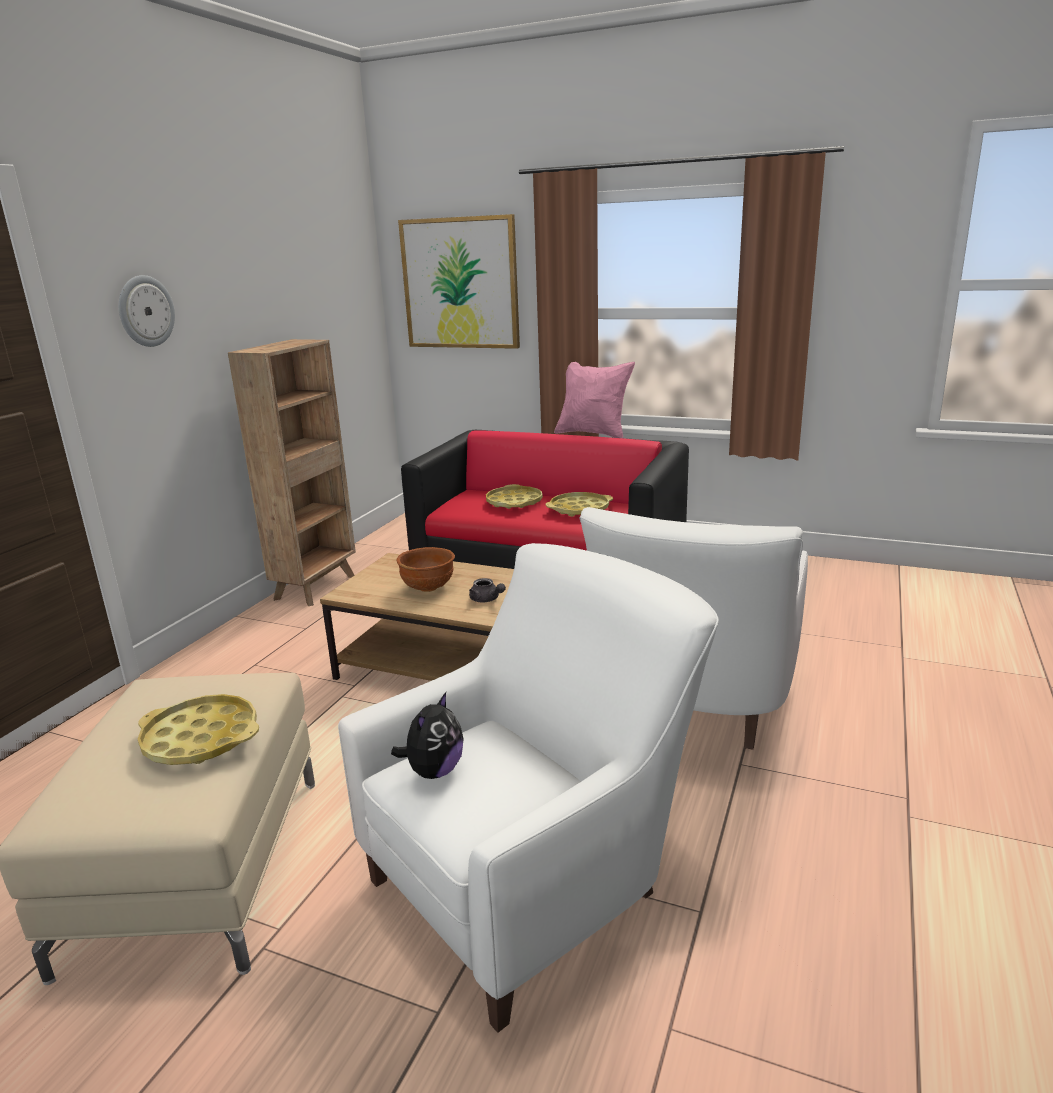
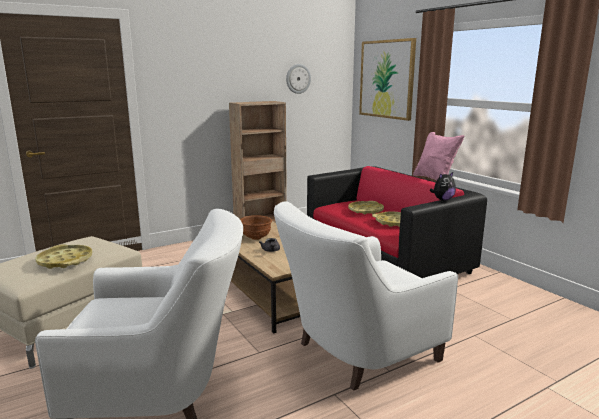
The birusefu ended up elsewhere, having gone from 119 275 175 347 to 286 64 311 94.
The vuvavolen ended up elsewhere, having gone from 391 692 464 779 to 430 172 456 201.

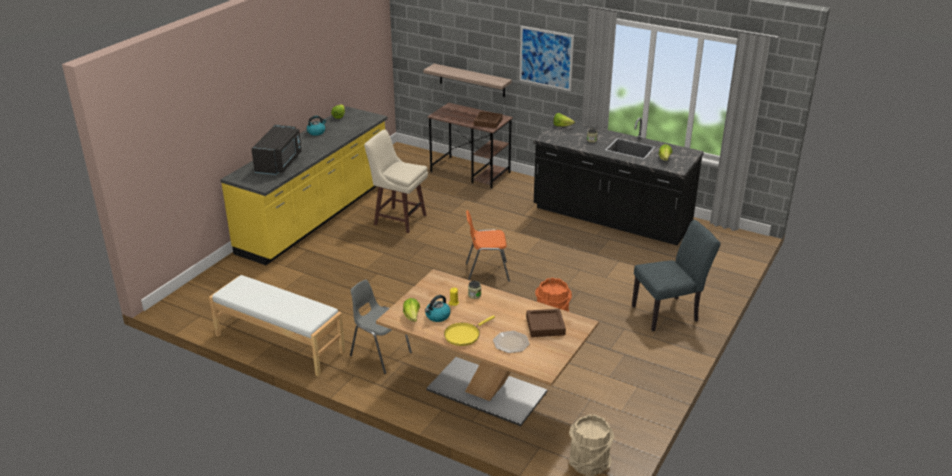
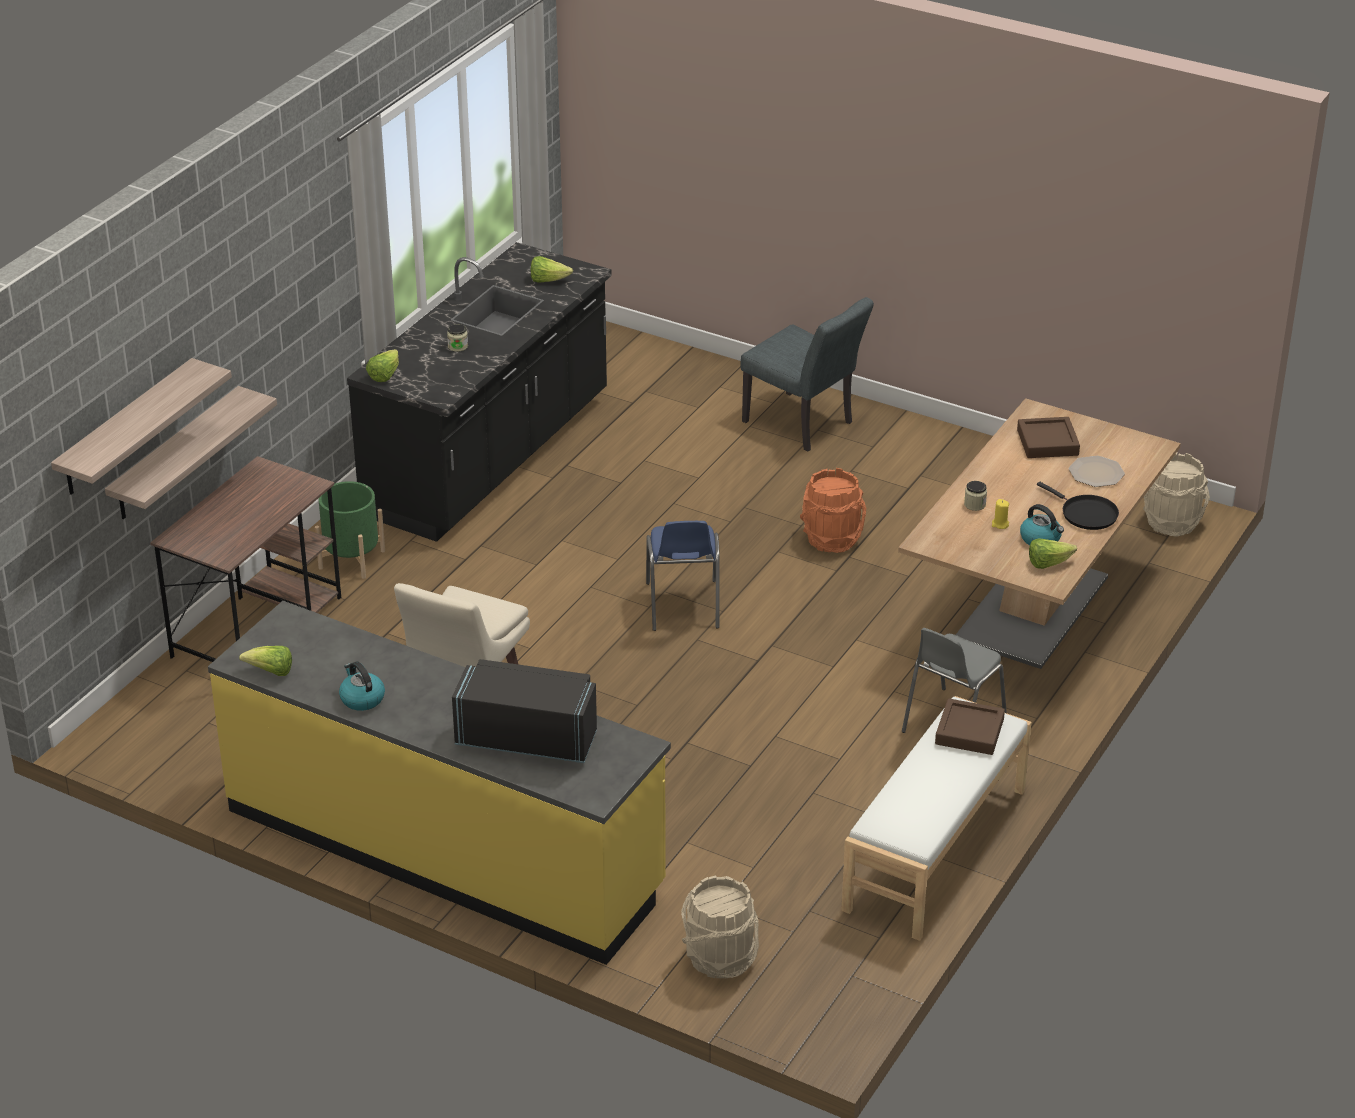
The second view lost the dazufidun at 519 26 574 91.
The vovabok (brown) ended up elsewhere, having gone from 474 111 503 128 to 935 698 1005 755.
What was the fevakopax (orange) at 466 210 510 282 turned into the fevakopax (blue) at 646 521 720 631.
The fevakopax (grey) at 632 220 721 331 ended up facing another way, 150 degrees clockwise from before.
What was the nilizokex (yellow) at 444 316 495 346 turned into the nilizokex (black) at 1037 482 1119 530.
The second view gained the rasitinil at 51 358 232 495.
The second view gained the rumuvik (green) at 315 481 385 579.
The second view gained the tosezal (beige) at 681 875 759 978.

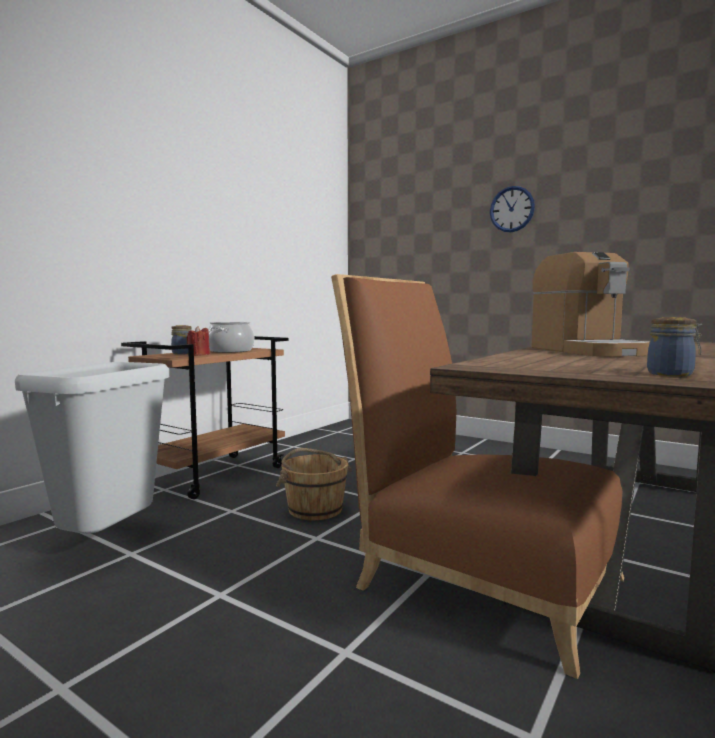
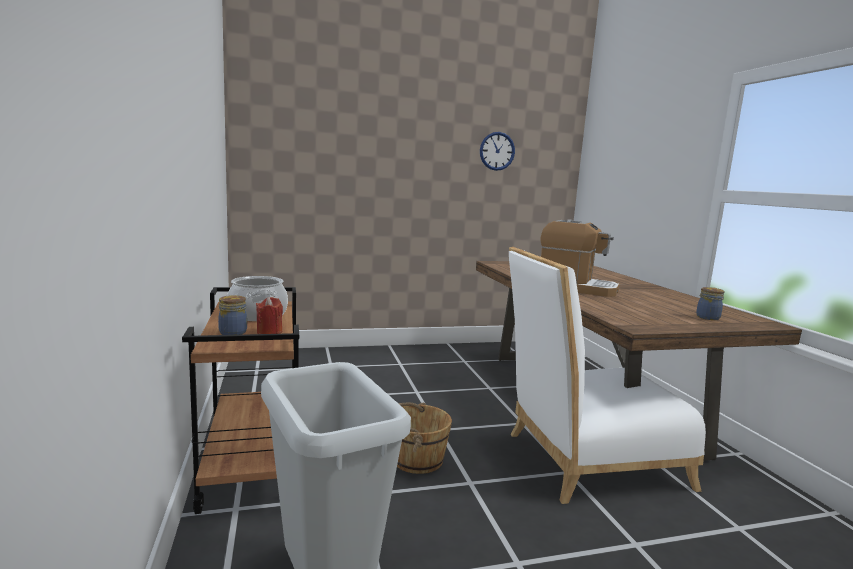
The birusefu ended up elsewhere, having gone from 490 186 535 232 to 480 132 515 171.
What was the fevakopax (brown) at 331 274 624 679 turned into the fevakopax (white) at 509 247 706 504.

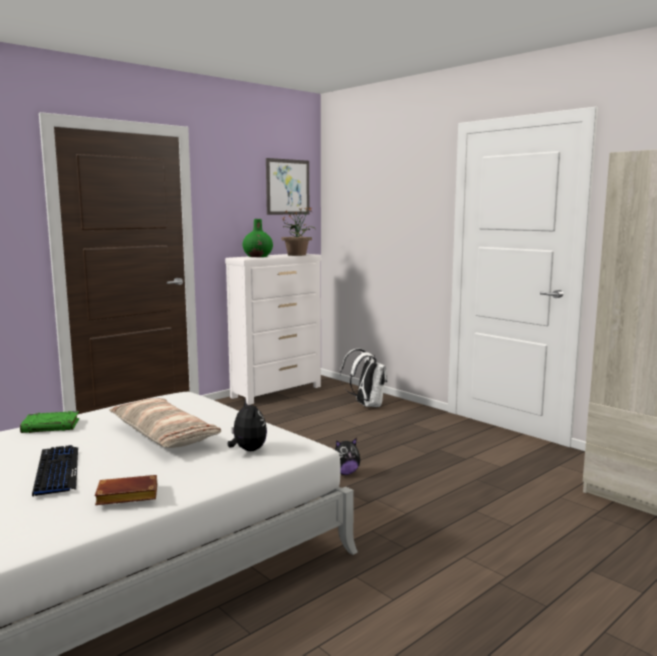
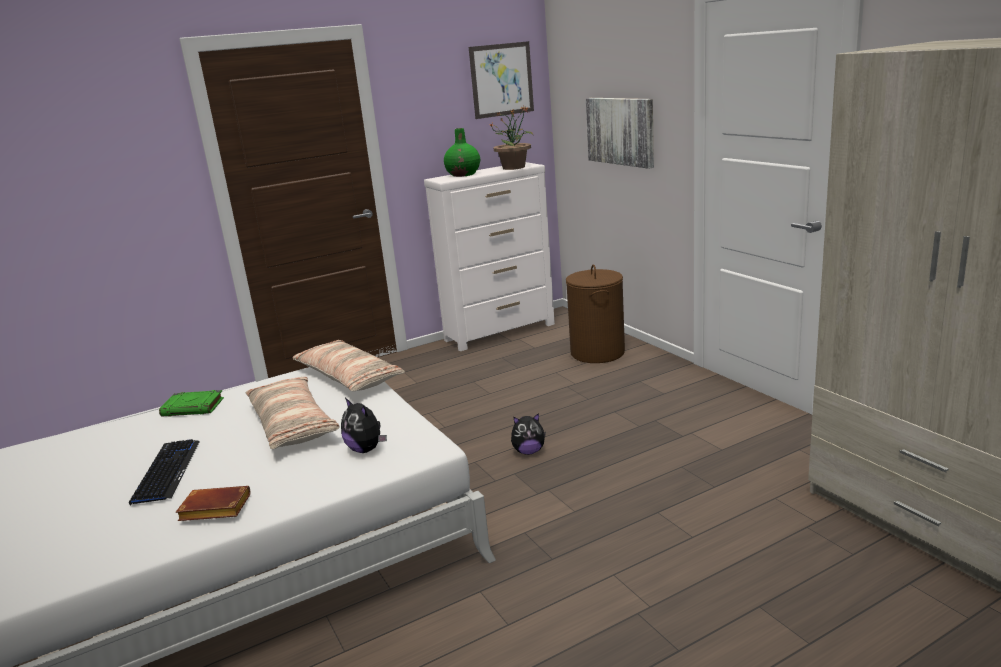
Where the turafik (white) stood at 340 348 387 407, the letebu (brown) came to stand at 566 264 625 363.
The vuvavolen at 228 399 267 451 ended up facing another way, 150 degrees clockwise from before.
The second view gained the dazufidun at 586 98 654 169.
The second view gained the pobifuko at 293 340 405 391.

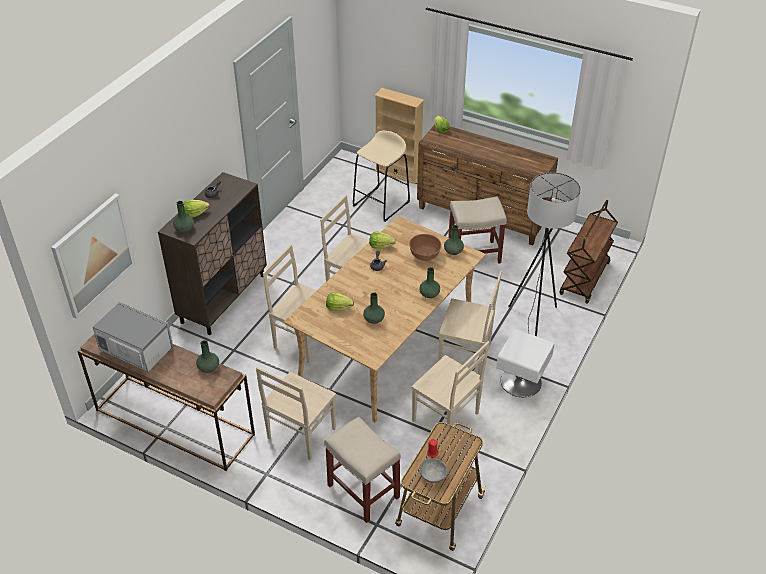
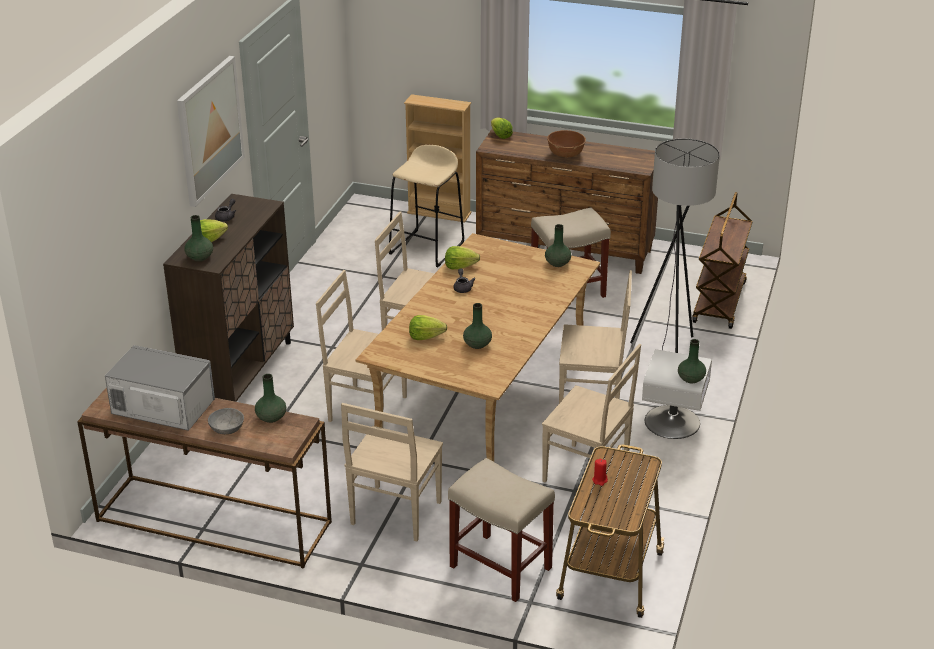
The dazufidun ended up elsewhere, having gone from 51 193 136 319 to 177 56 245 207.
The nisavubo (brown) ended up elsewhere, having gone from 409 234 442 261 to 547 130 586 158.
The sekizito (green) ended up elsewhere, having gone from 419 267 440 298 to 678 339 706 383.
The nisavubo (grey) ended up elsewhere, having gone from 420 458 447 483 to 208 408 244 434.

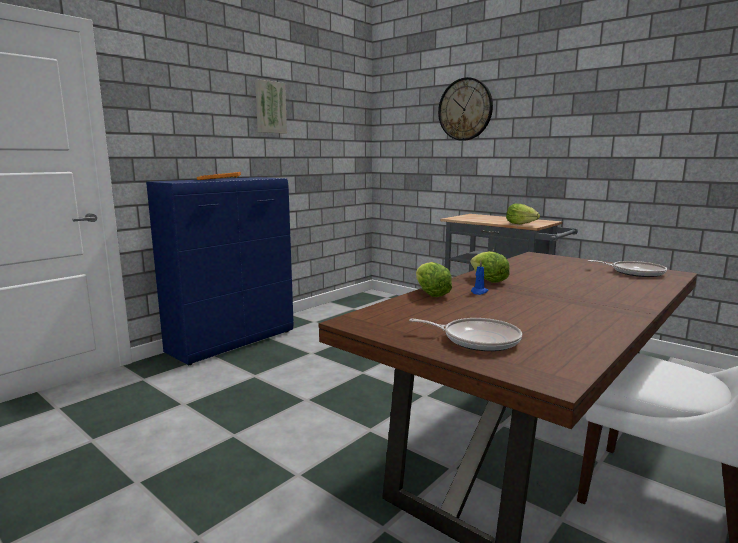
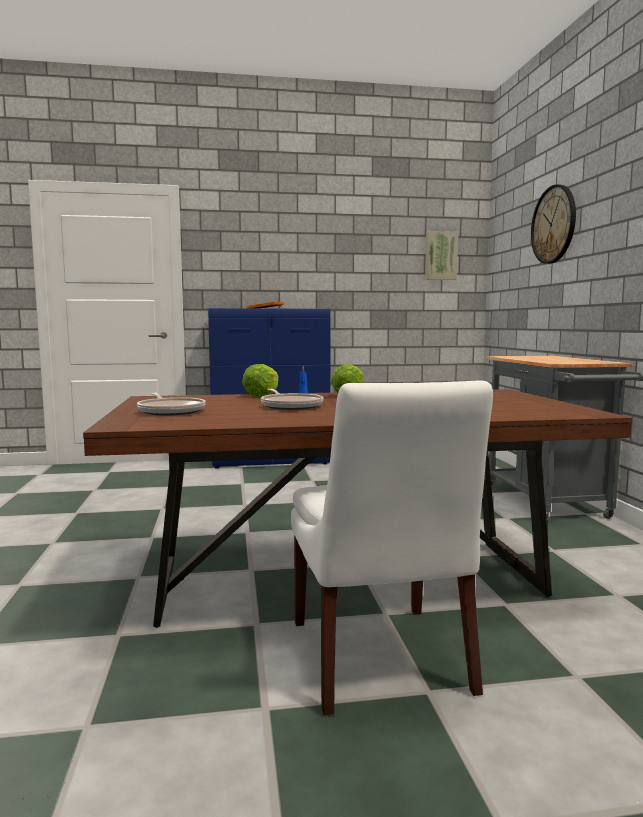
The dazufidun ended up elsewhere, having gone from 255 79 287 133 to 425 231 458 280.
The second view lost the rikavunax at 506 203 540 224.
The nilizokex ended up elsewhere, having gone from 587 260 667 277 to 261 389 323 410.

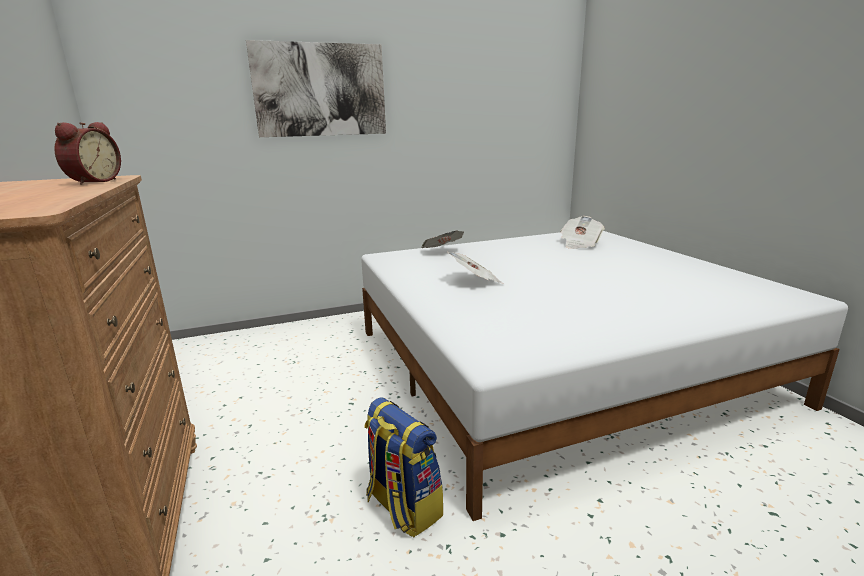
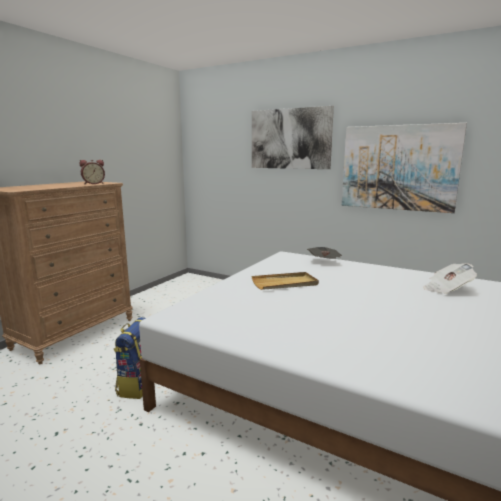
Where the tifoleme stood at 447 252 504 284, the vovabok (beige) came to stand at 252 272 319 290.
The second view gained the dazufidun at 342 123 467 213.

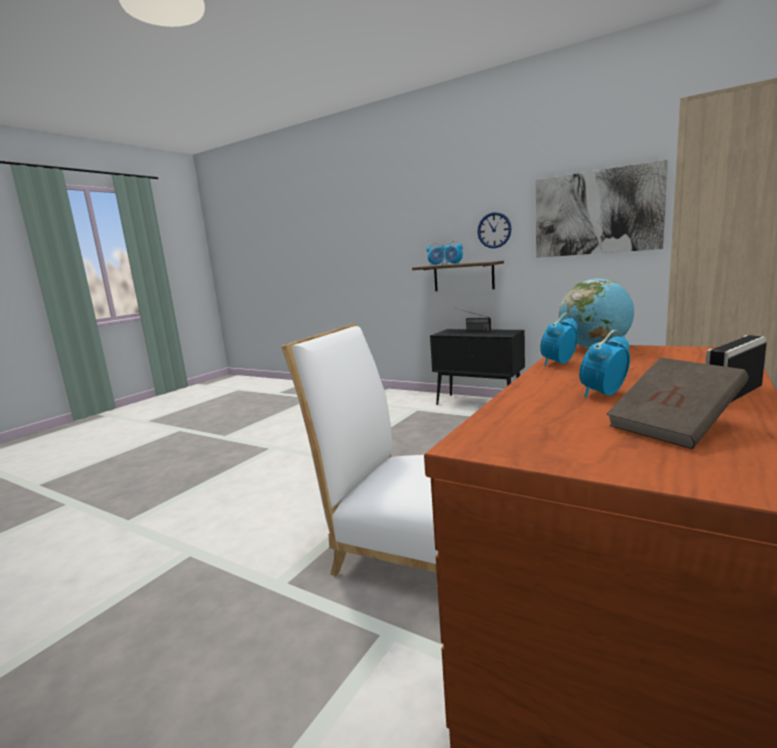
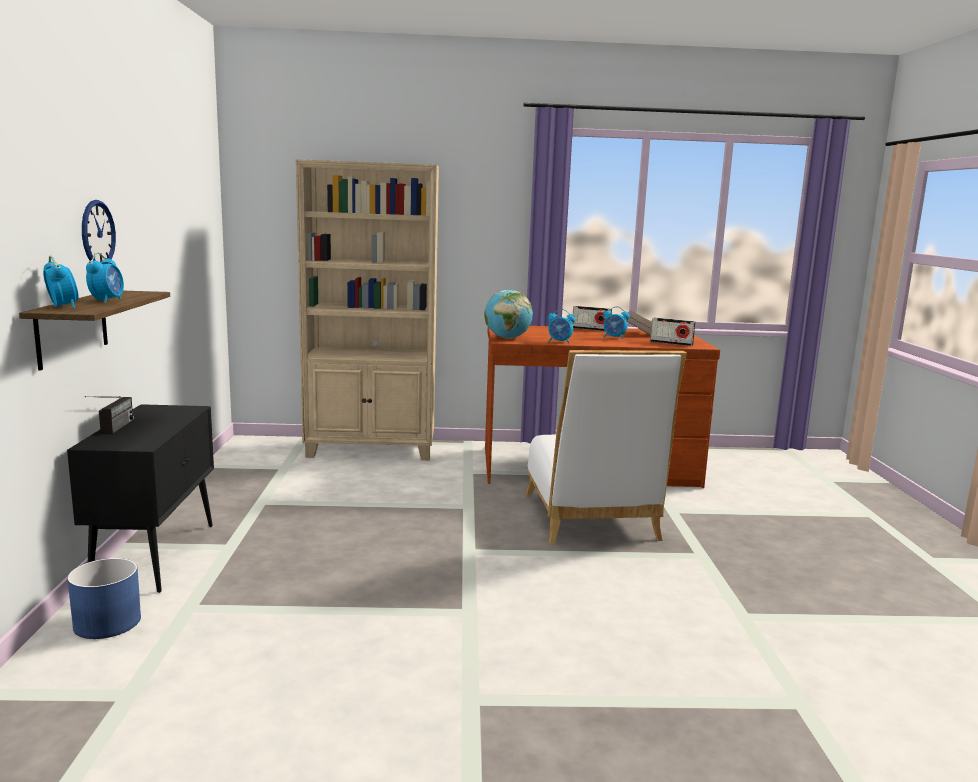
The second view lost the dazufidun at 536 160 668 258.
The second view gained the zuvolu at 650 318 695 346.
The second view gained the rumuvik (blue) at 67 558 141 639.

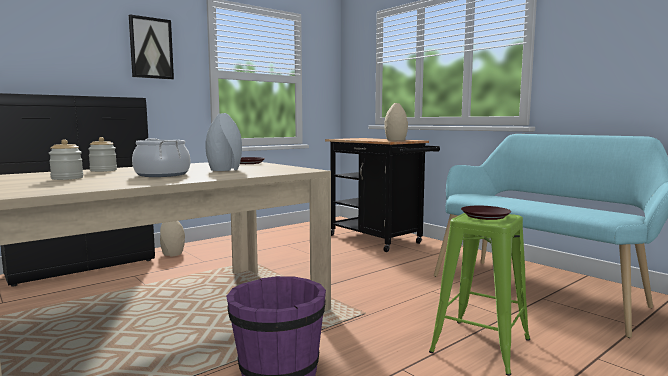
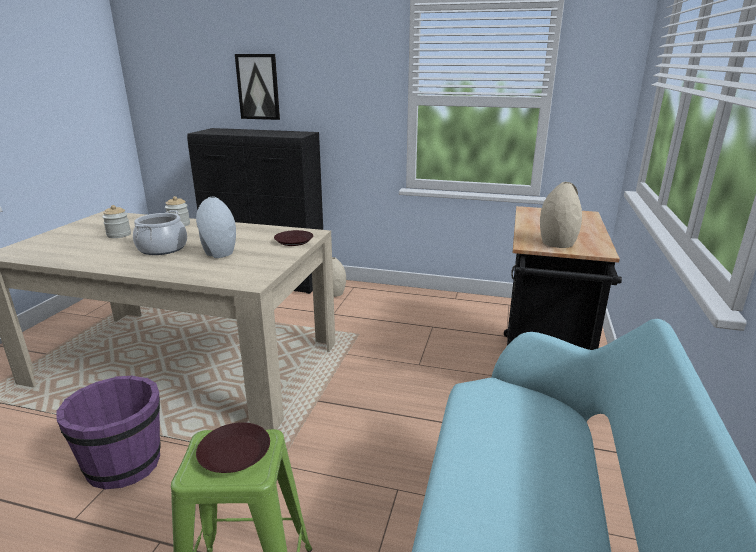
The dazufidun ended up elsewhere, having gone from 129 15 174 79 to 235 54 280 120.

